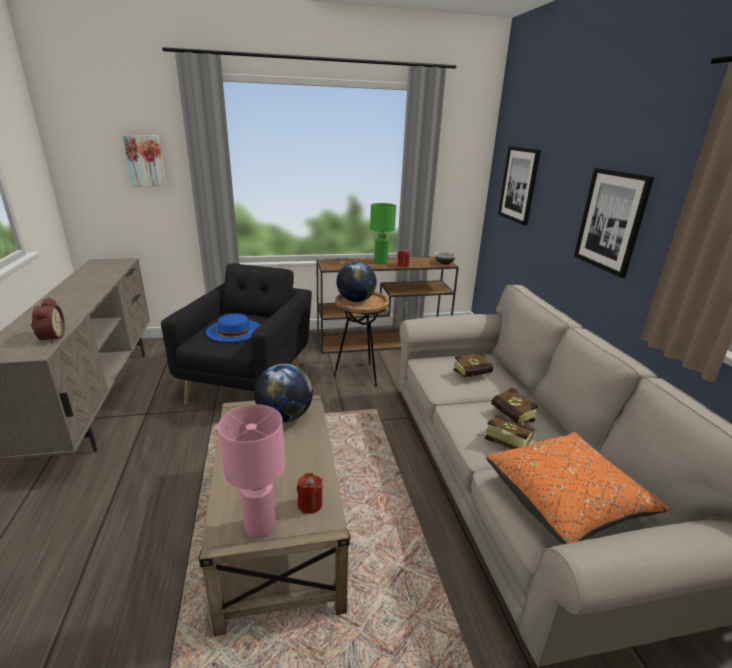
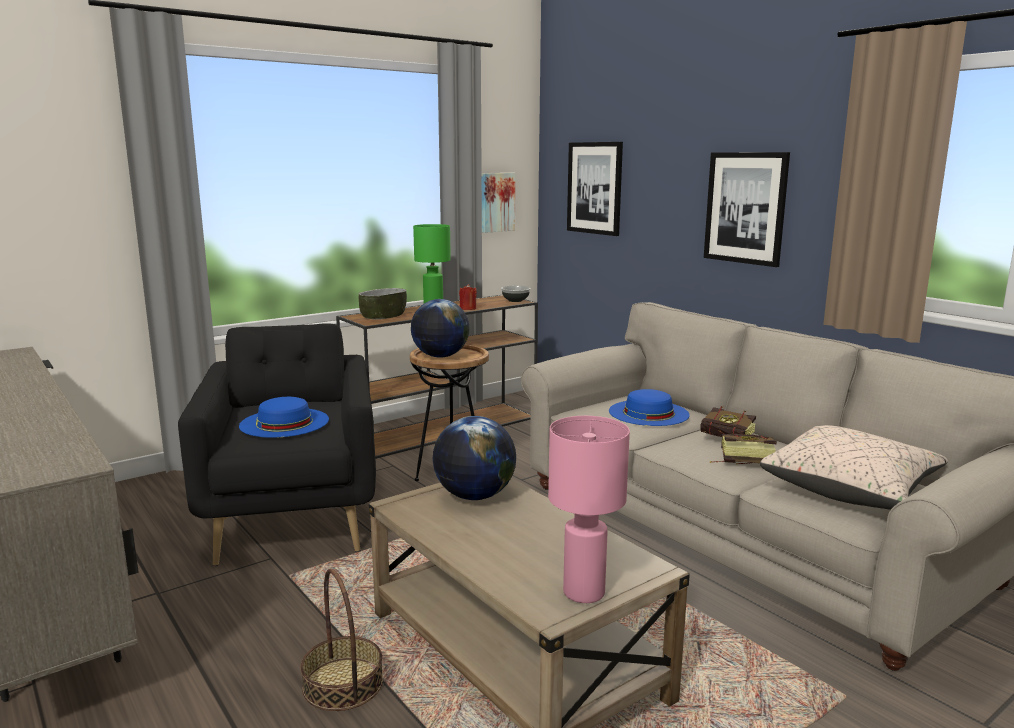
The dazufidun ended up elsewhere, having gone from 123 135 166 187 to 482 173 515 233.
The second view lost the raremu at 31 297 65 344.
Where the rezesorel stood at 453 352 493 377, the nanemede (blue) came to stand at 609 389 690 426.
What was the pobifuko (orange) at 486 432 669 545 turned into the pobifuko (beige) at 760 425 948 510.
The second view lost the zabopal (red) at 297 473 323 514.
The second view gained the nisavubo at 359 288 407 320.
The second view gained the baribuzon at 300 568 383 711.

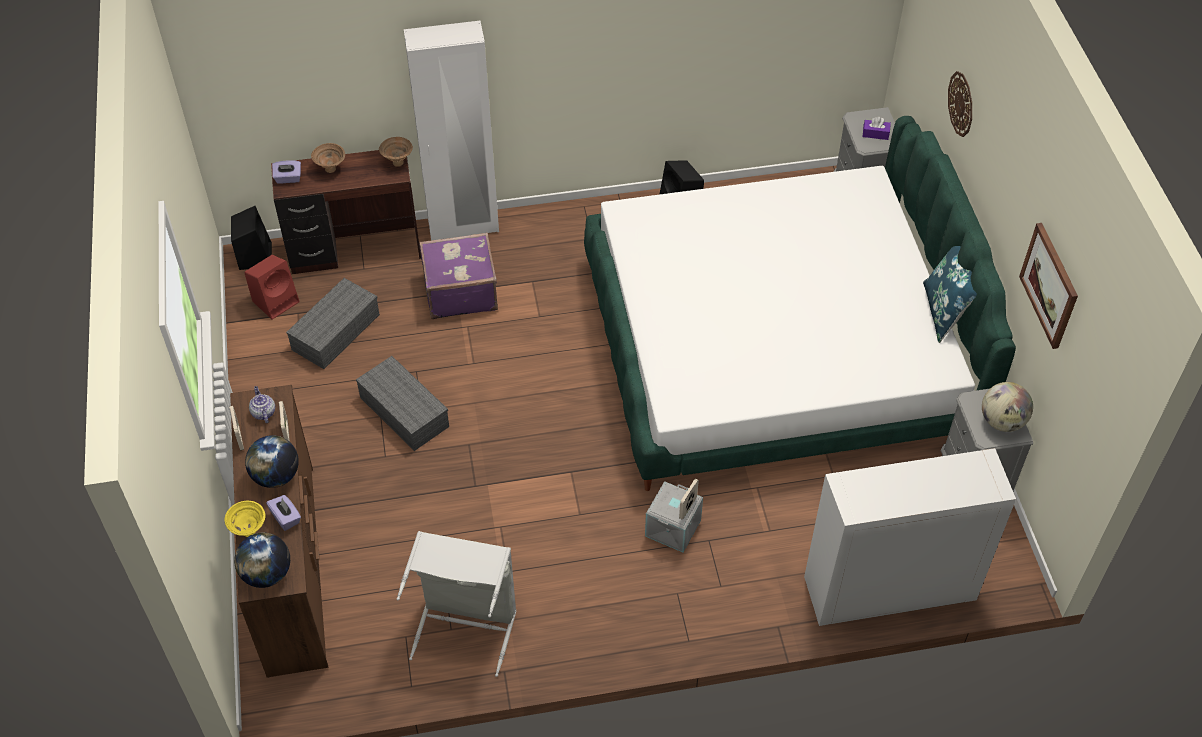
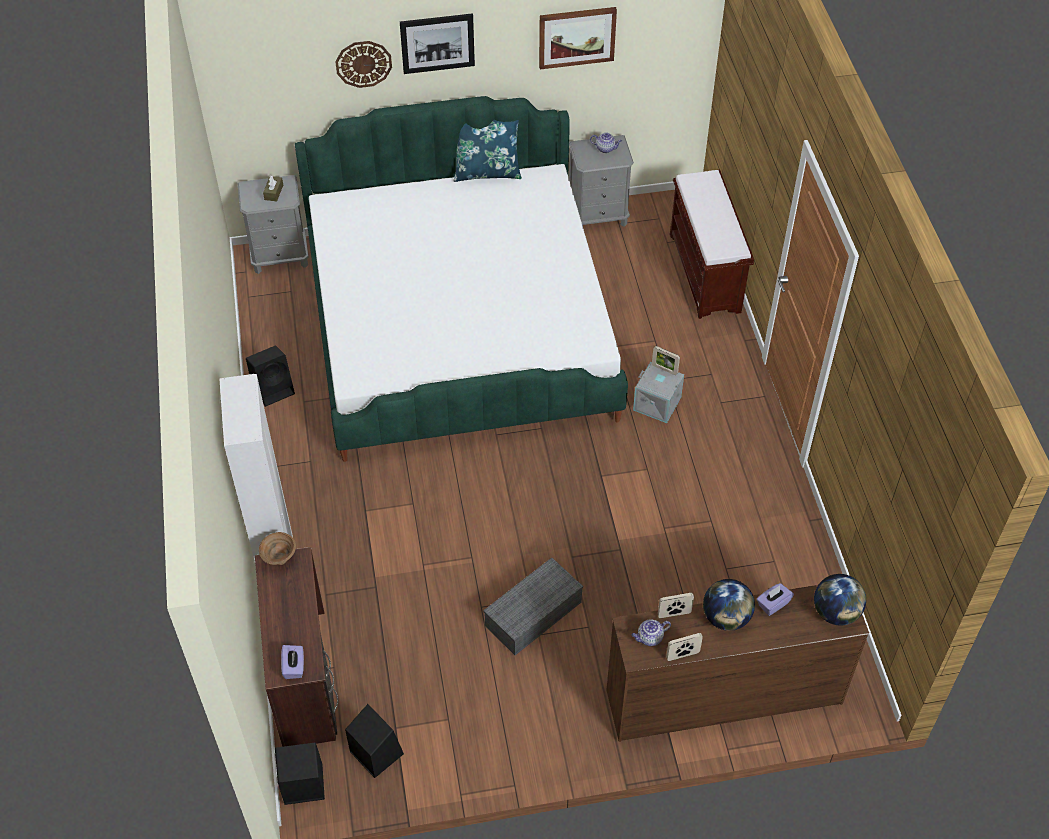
What was the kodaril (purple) at 863 117 891 140 turned into the kodaril (brown) at 263 176 283 201.
The second view lost the nisavubo (brown) at 311 143 345 173.
The second view lost the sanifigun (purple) at 419 233 498 319.
What was the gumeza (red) at 244 255 300 320 turned into the gumeza (black) at 345 704 404 778.
The second view lost the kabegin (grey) at 286 278 380 369.
Where the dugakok stood at 982 382 1033 432, the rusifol came to stand at 590 133 622 153.
Where the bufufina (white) stood at 804 448 1016 626, the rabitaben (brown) came to stand at 670 170 754 319.
The second view lost the nisavubo (yellow) at 224 501 266 537.
The second view lost the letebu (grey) at 396 531 517 677.
The second view gained the dazufidun at 400 13 475 74.

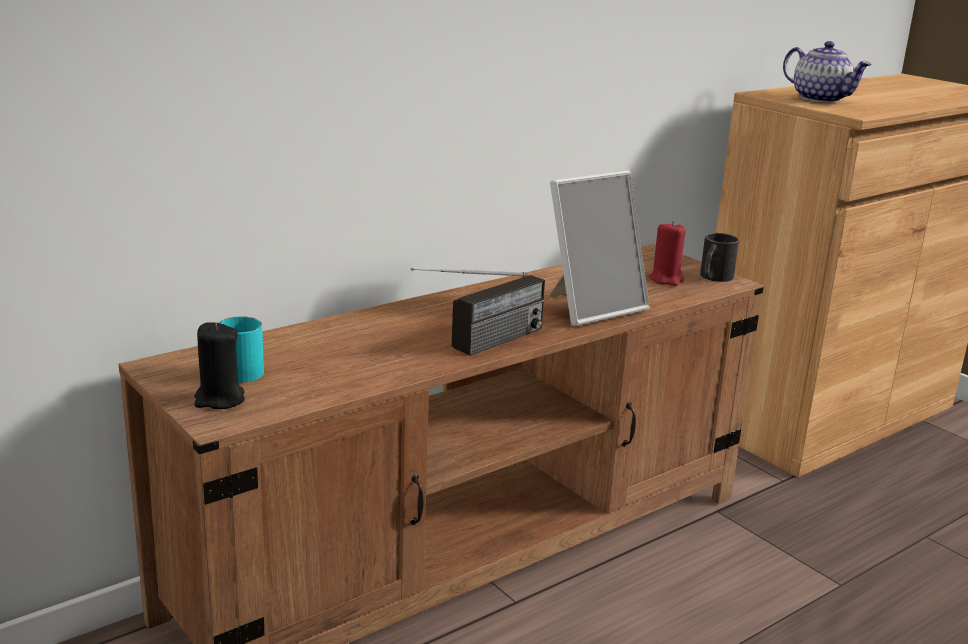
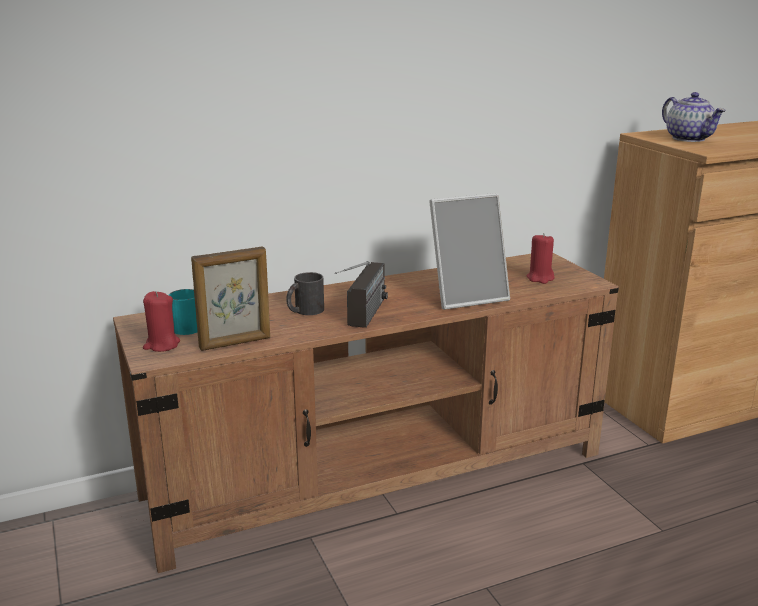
The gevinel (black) ended up elsewhere, having gone from 700 233 739 282 to 286 272 324 315.
The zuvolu at 411 268 545 356 ended up facing another way, 45 degrees counterclockwise from before.
What was the zabopal (black) at 194 322 245 409 turned into the zabopal (red) at 143 291 180 352.
The second view gained the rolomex at 191 247 270 351.

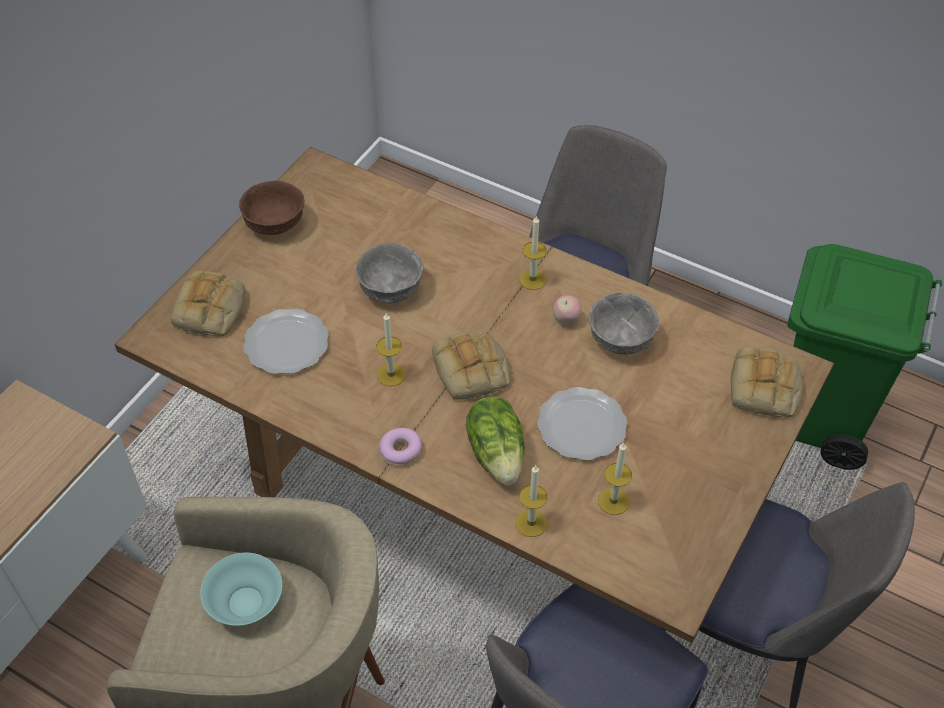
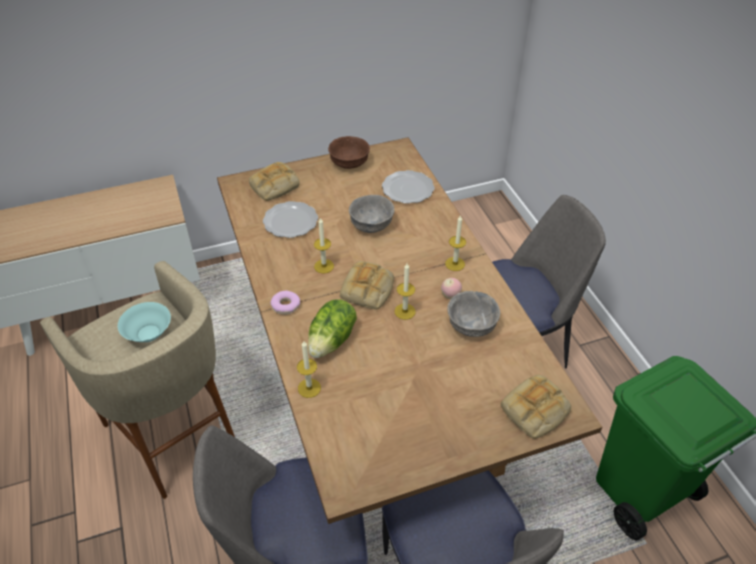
The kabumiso ended up elsewhere, having gone from 537 387 627 461 to 382 170 435 204.
The zabopal ended up elsewhere, having gone from 598 442 632 515 to 394 264 416 320.

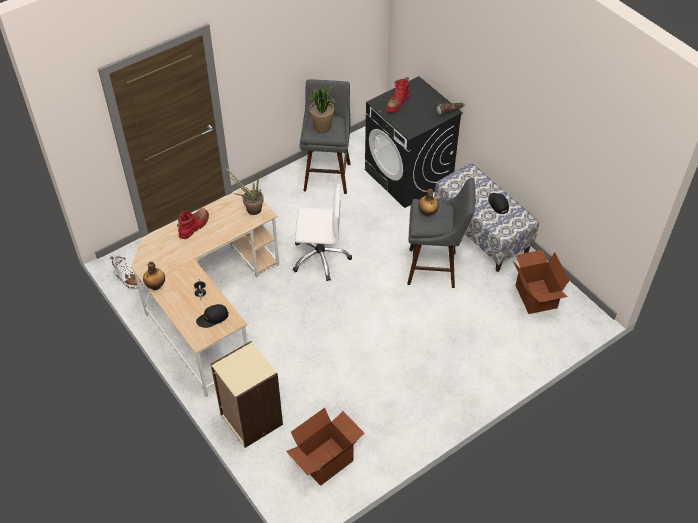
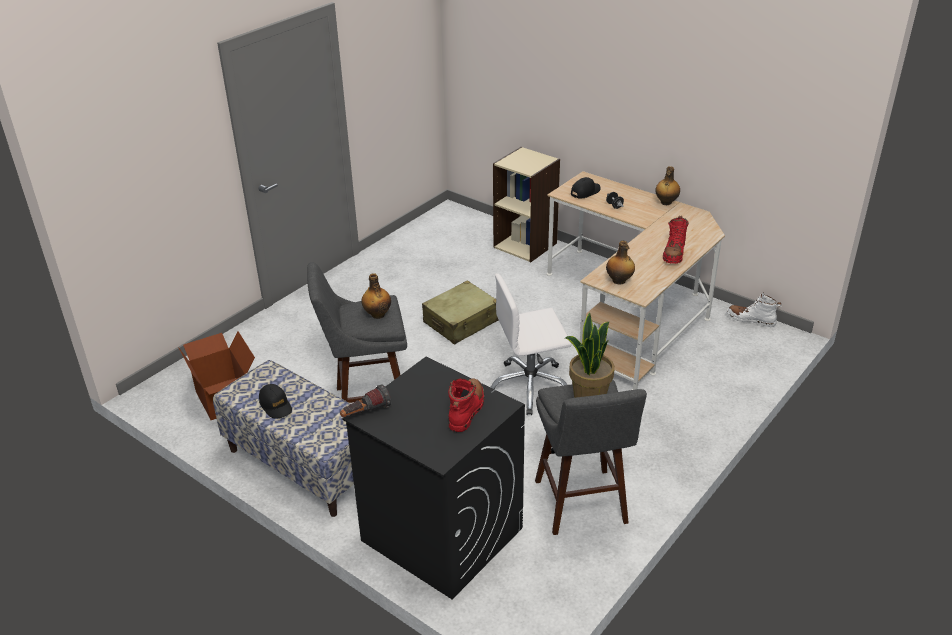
Where the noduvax stood at 225 167 264 215, the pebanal came to stand at 606 241 635 285.
The second view lost the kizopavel at 286 408 364 486.
The second view gained the sanifigun (beige) at 422 281 498 344.

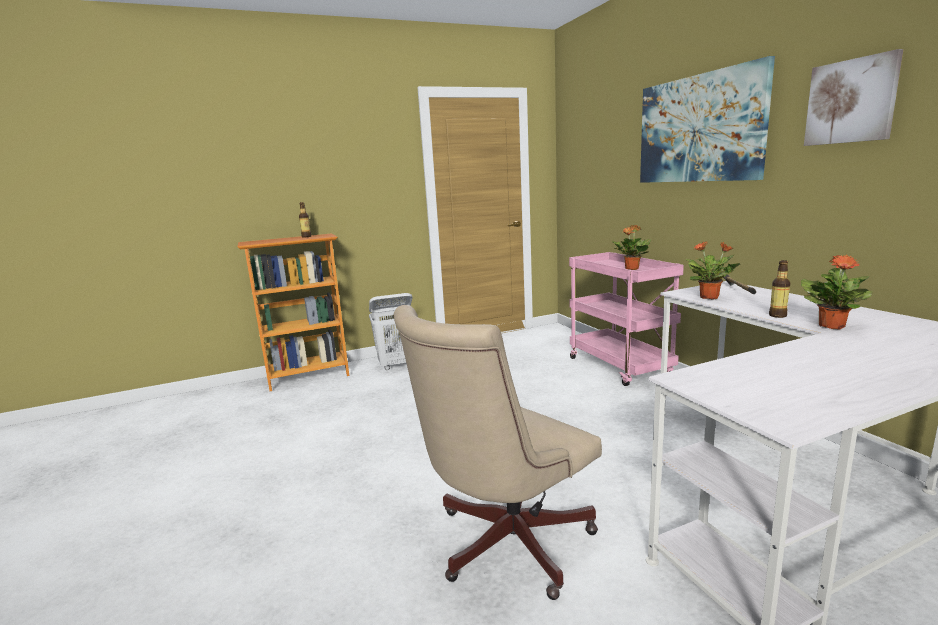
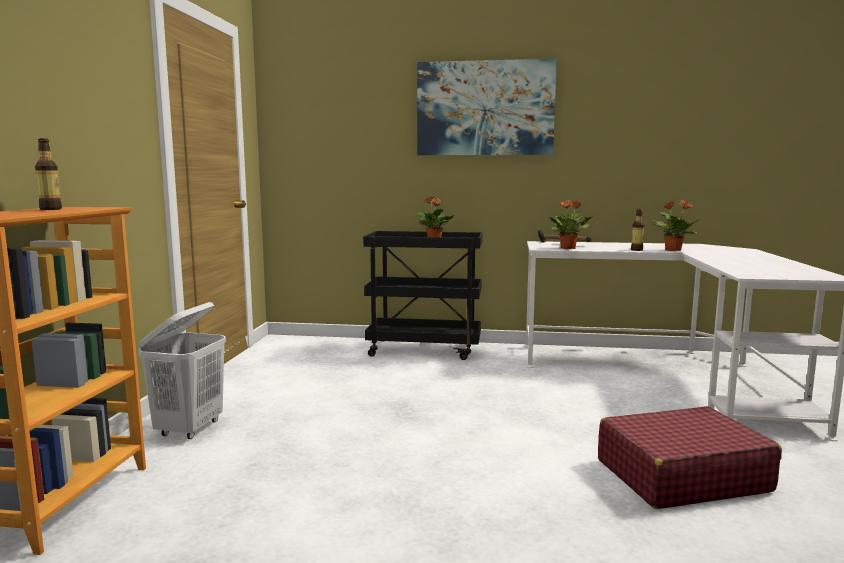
The second view lost the dazufidun at 804 49 903 146.
What was the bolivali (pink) at 569 252 684 386 turned into the bolivali (black) at 363 231 483 360.
Where the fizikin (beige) stood at 393 305 602 600, the sanifigun (red) came to stand at 598 406 782 509.

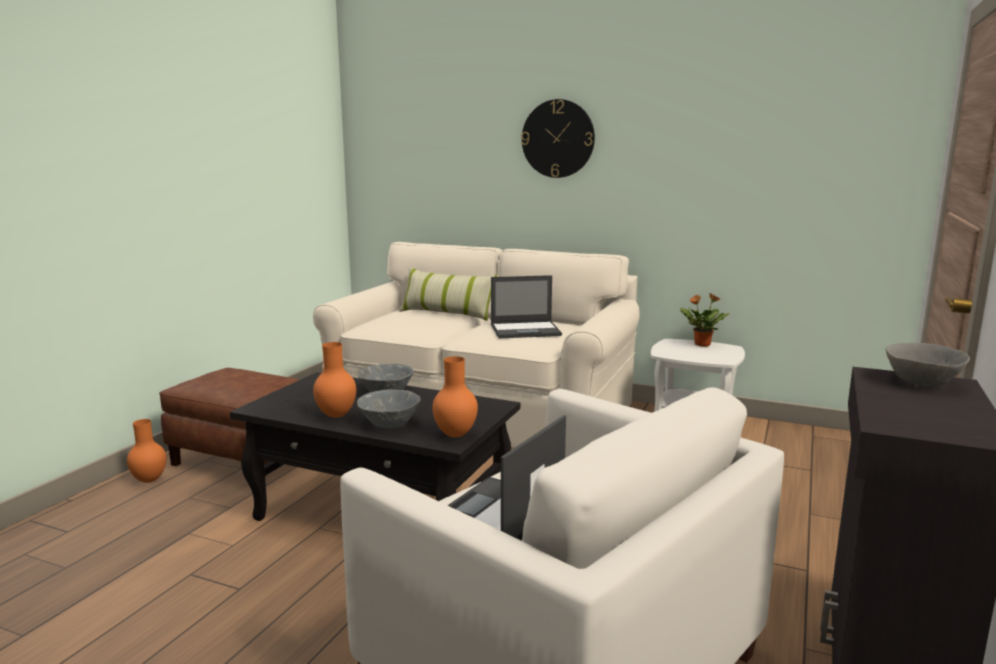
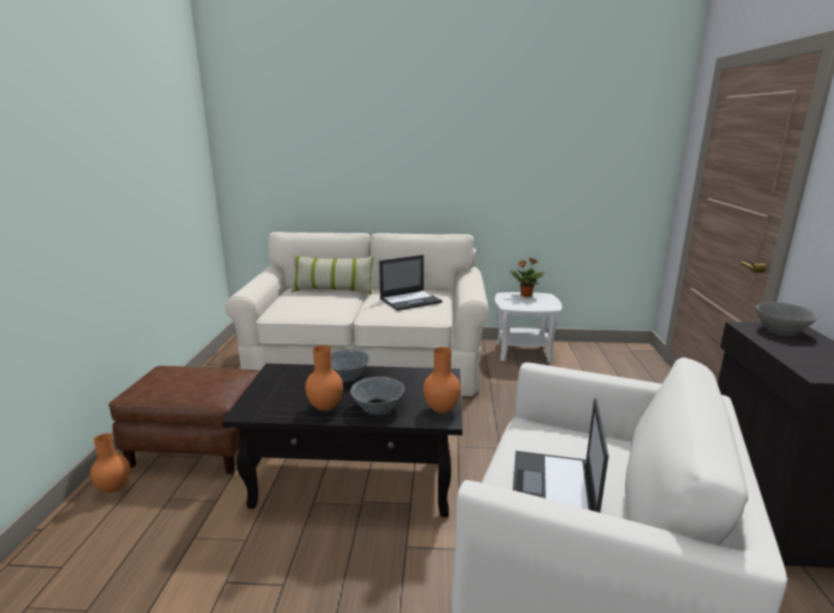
The second view lost the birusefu at 521 99 595 178.

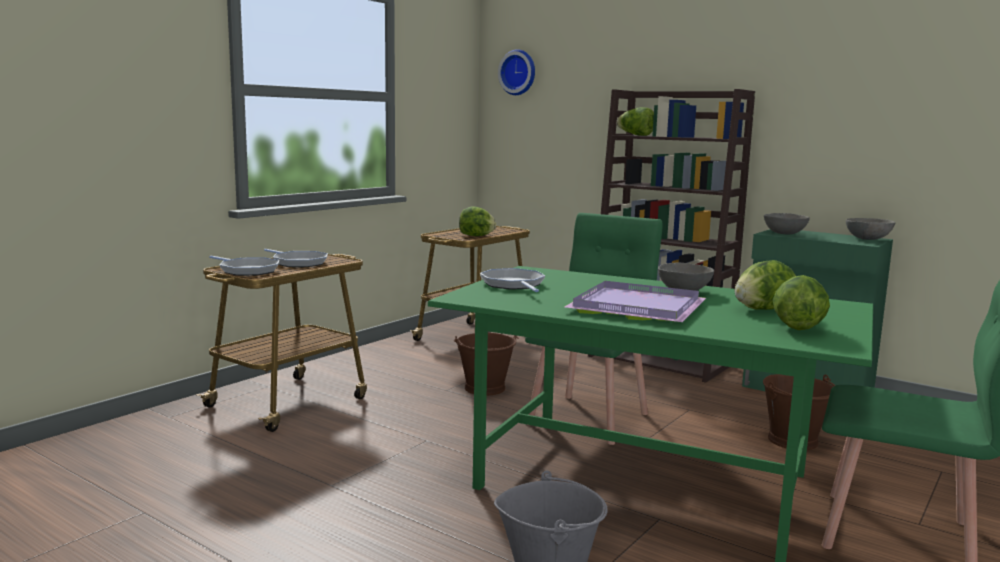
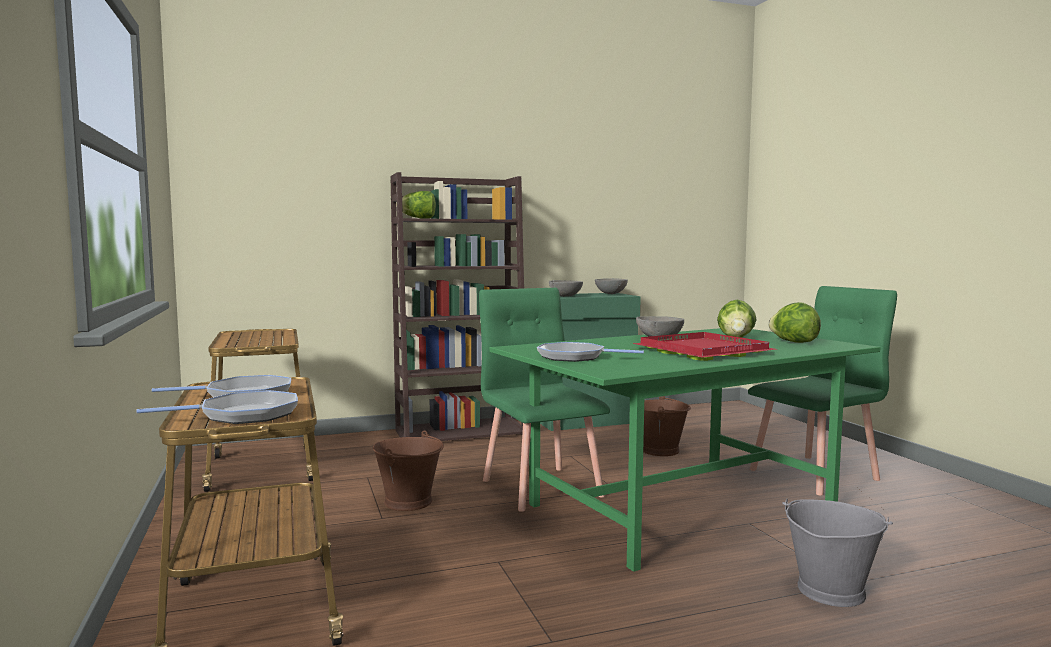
The second view lost the birusefu at 498 49 535 95.
The second view lost the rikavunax at 459 206 496 236.
What was the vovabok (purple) at 564 281 706 322 turned into the vovabok (red) at 632 332 777 361.

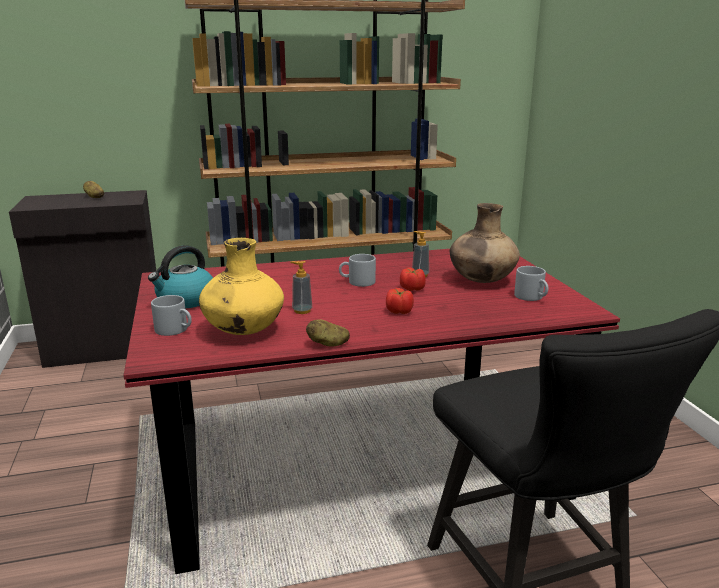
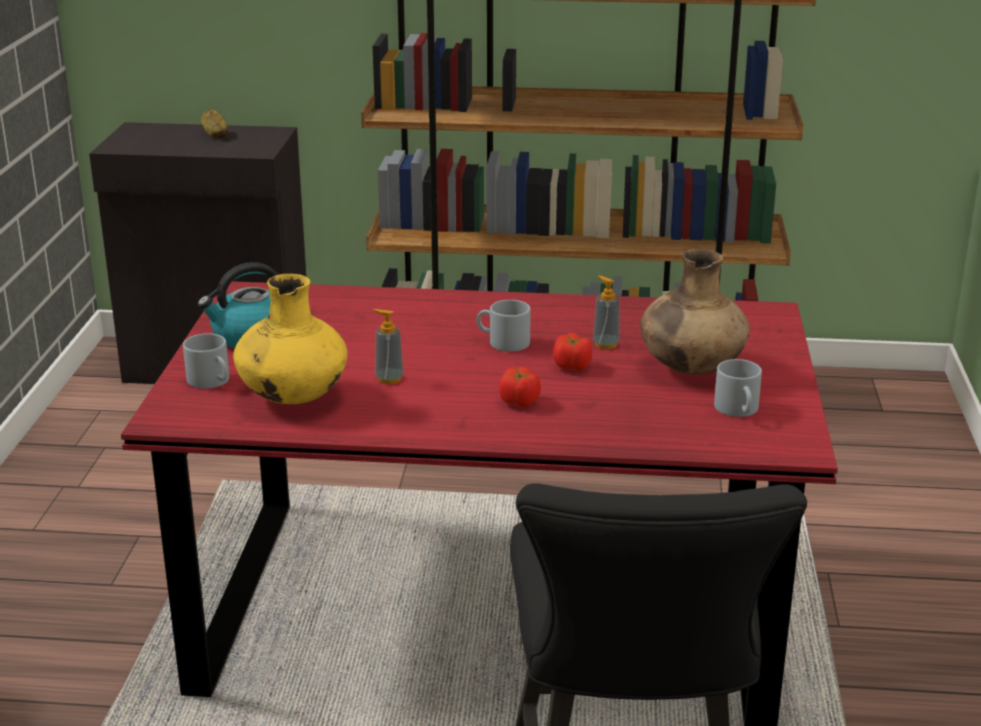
The second view lost the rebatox at 306 319 350 346.

